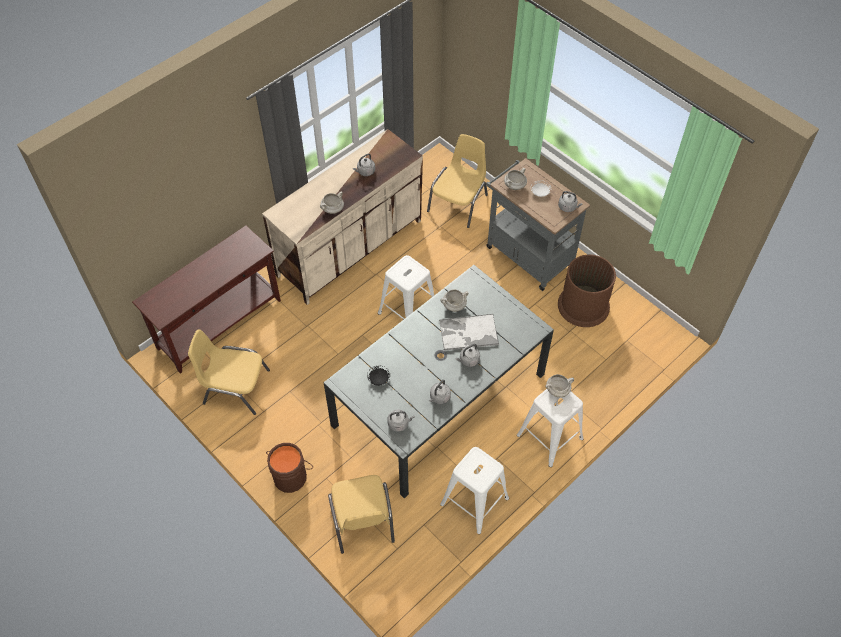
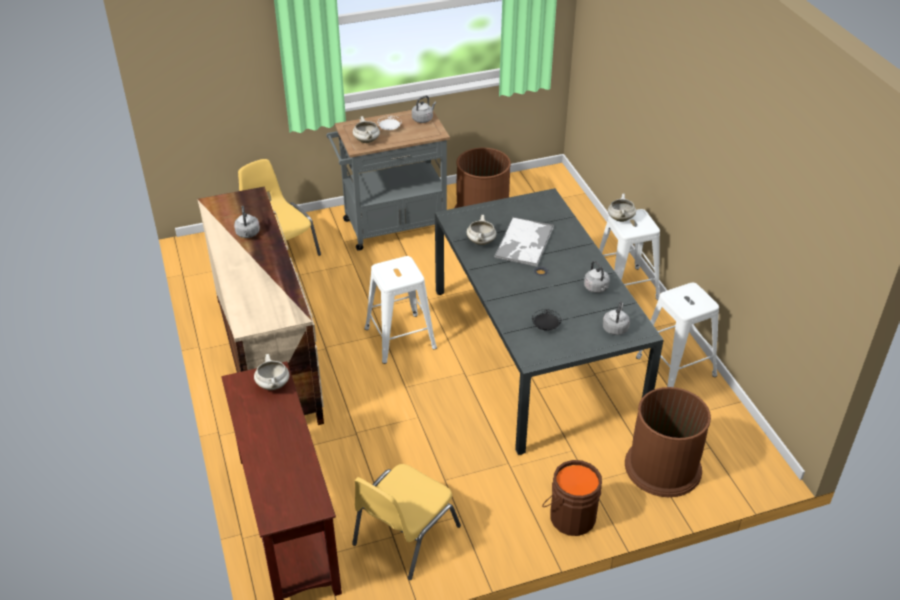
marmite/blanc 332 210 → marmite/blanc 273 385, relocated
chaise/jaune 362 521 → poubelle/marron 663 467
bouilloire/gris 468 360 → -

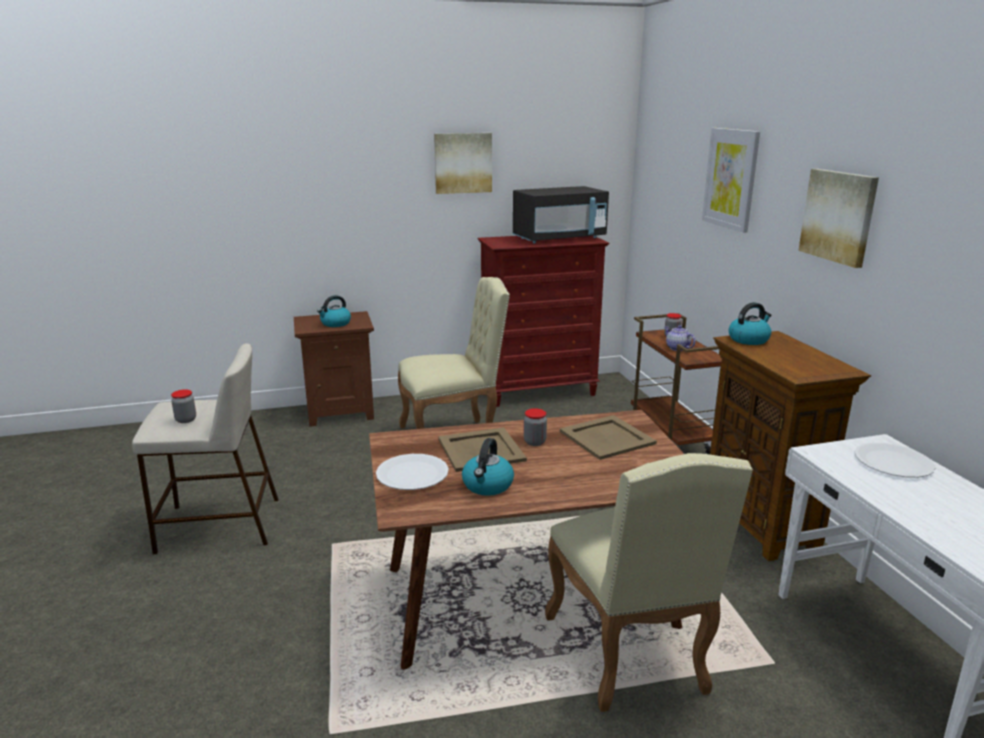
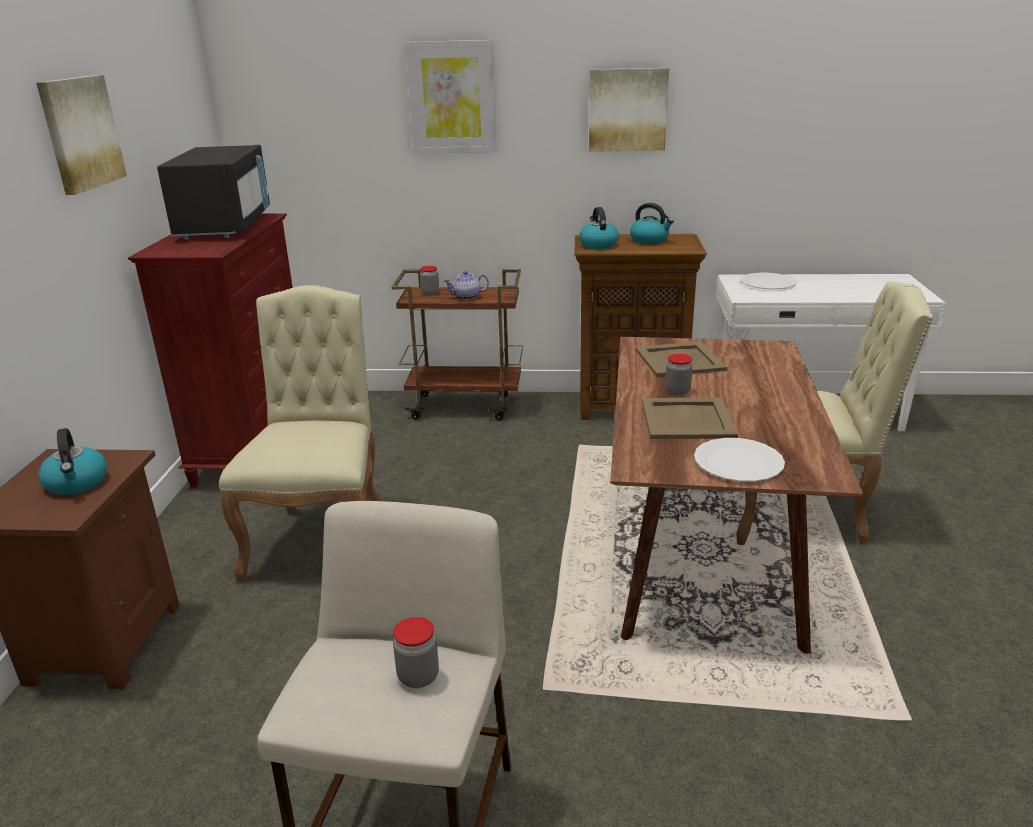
bouilloire 487 485 → bouilloire 650 240, relocated

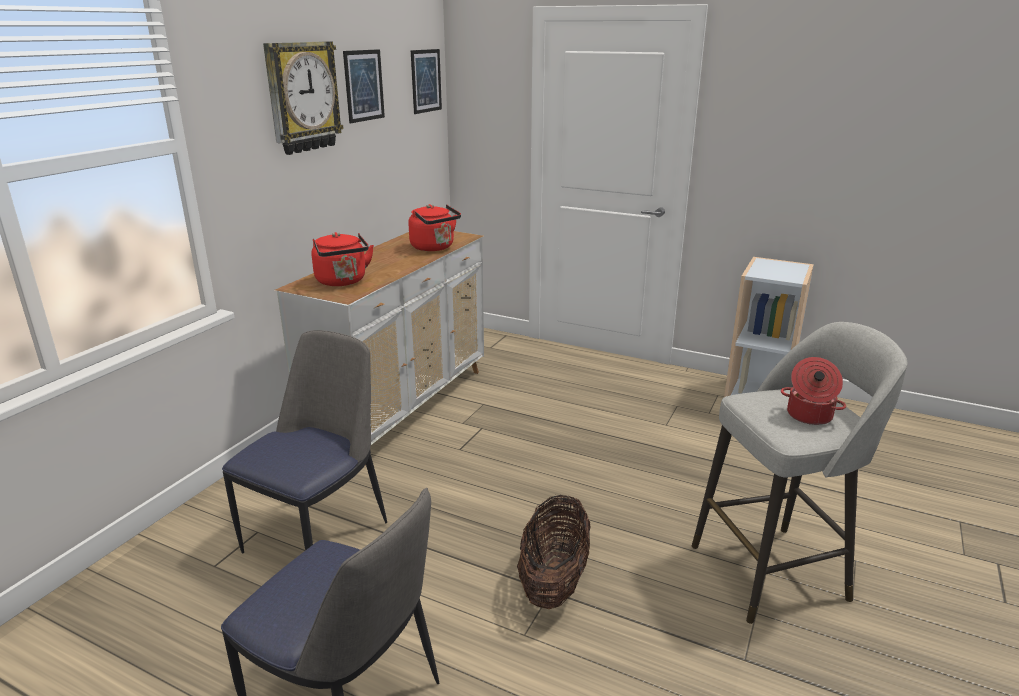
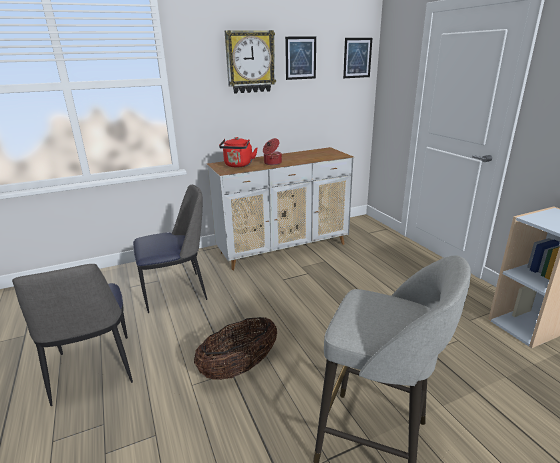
marmite 808 416 → marmite 272 163, relocated
bouilloire/rouge 434 248 → -

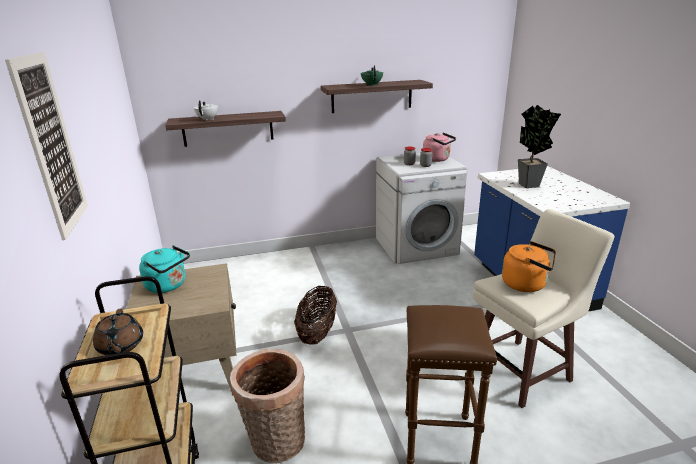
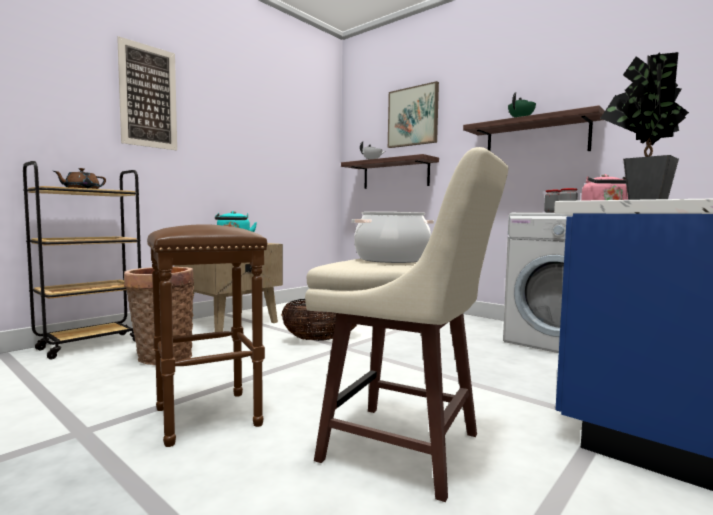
bouilloire/orange 526 284 → marmite 391 260
- → tableau 413 116

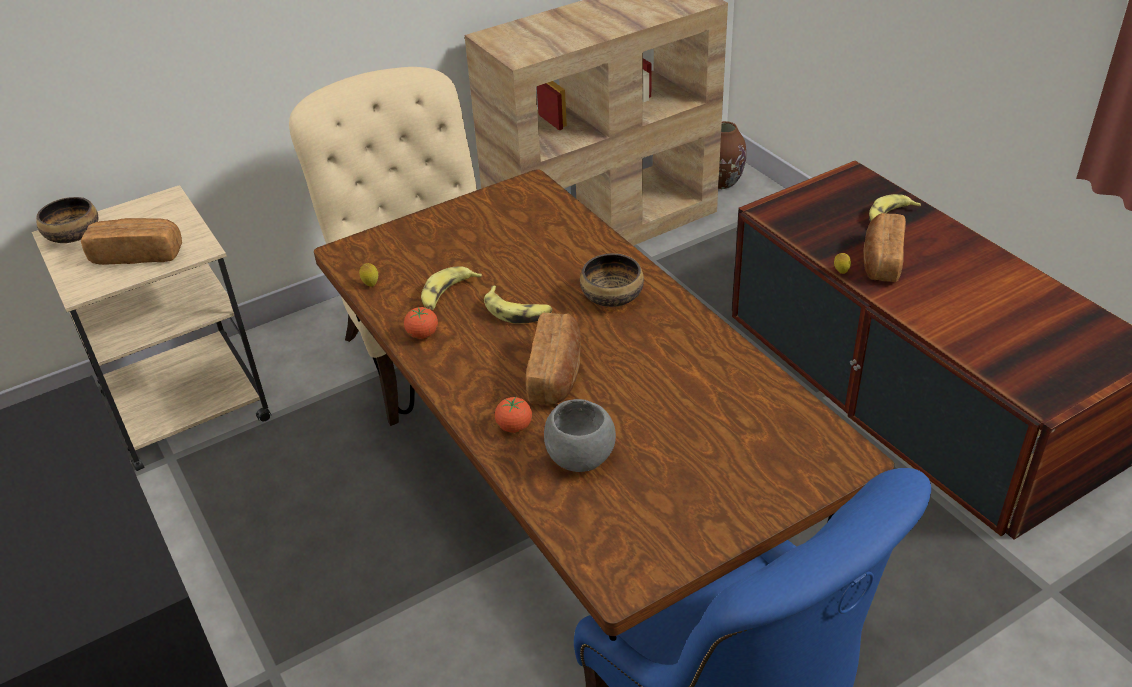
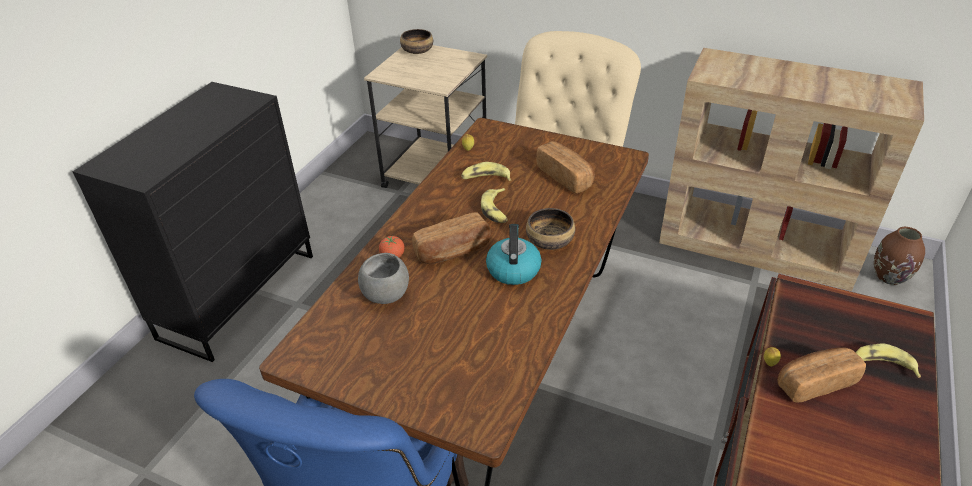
- → bouilloire 513 269
pain 138 254 → pain 565 177, relocated
tomate 422 334 → -

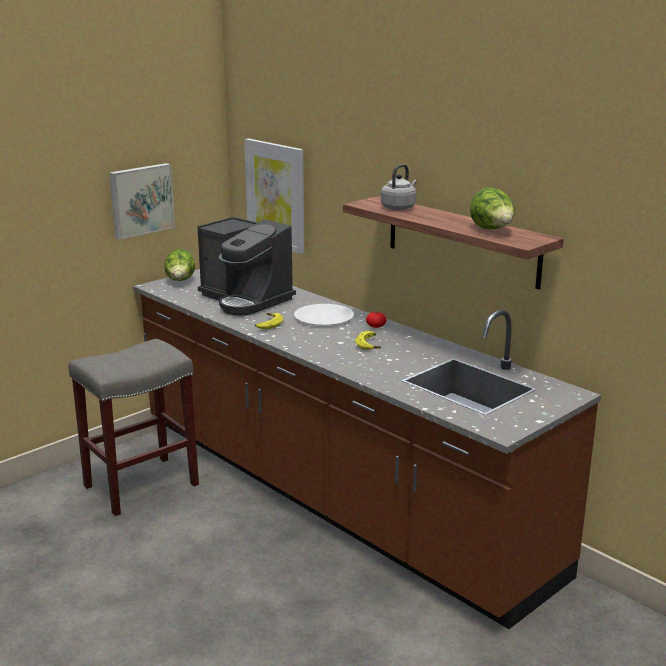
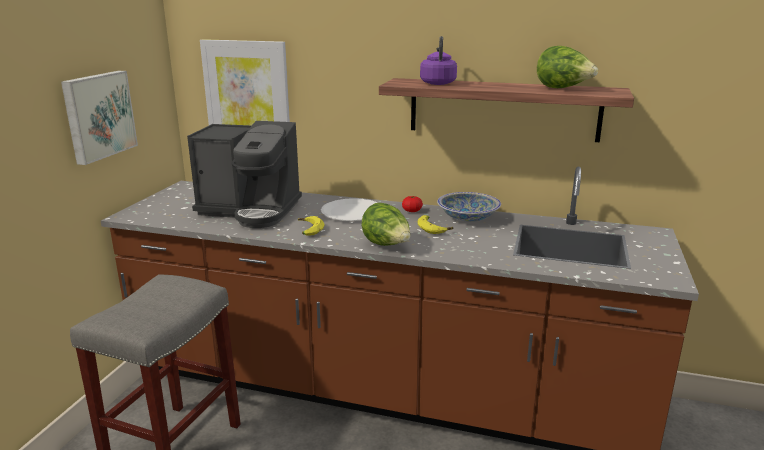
laitue 180 281 → laitue 387 245, relocated
bouilloire/gris 399 207 → bouilloire/violet 438 83
- → bol 468 218

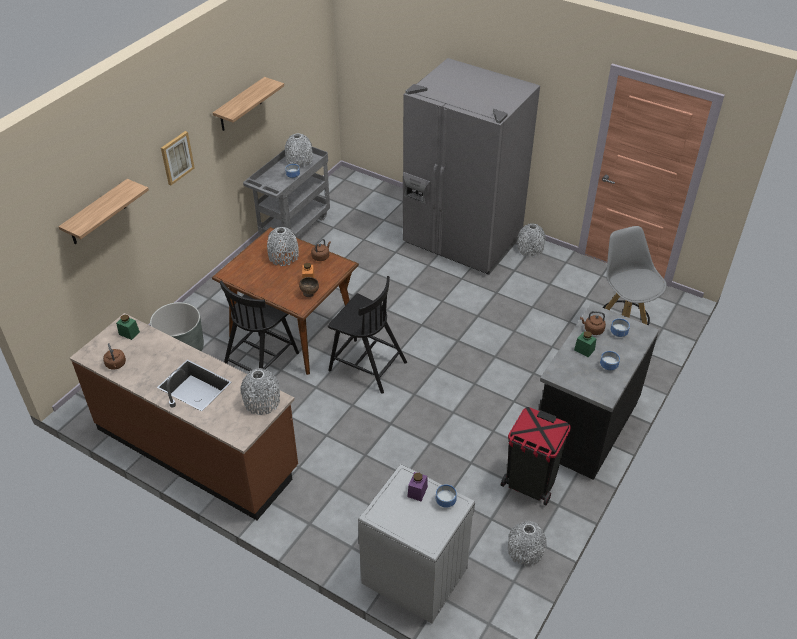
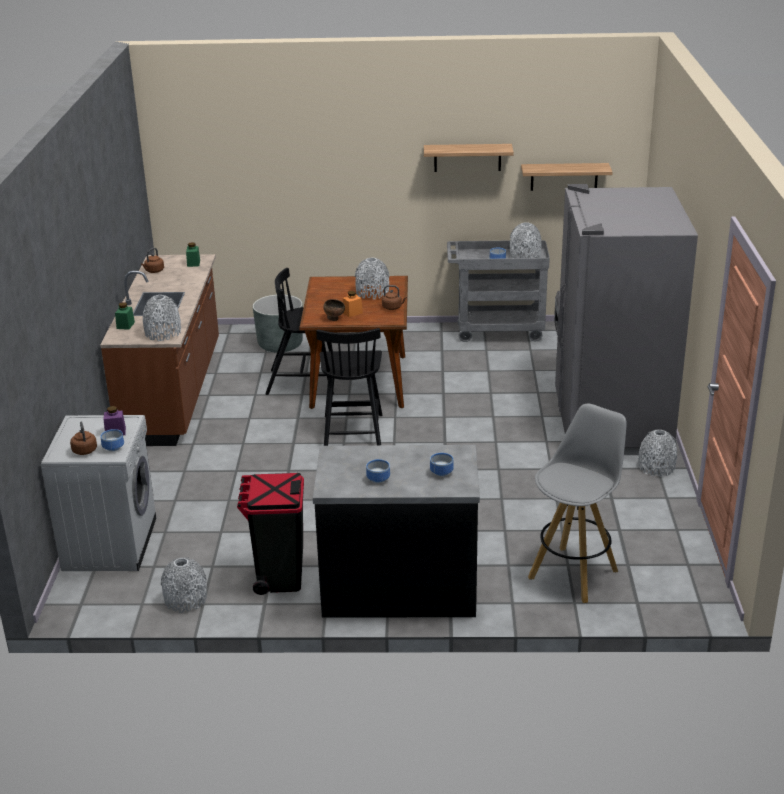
bouilloire/marron 592 330 → bouilloire/marron 84 450, relocated
bocal/vert 584 350 → bocal/vert 125 325, relocated
étagère 97 213 → étagère 564 176, relocated
tableau 176 157 → -

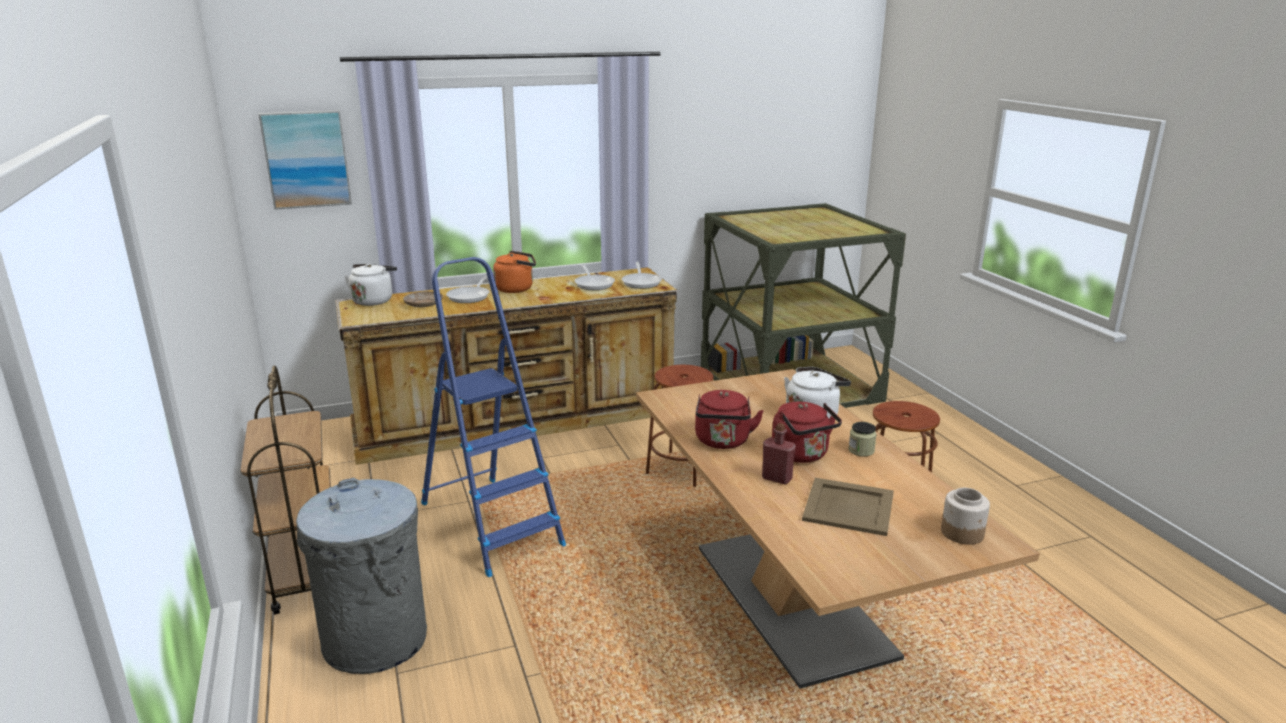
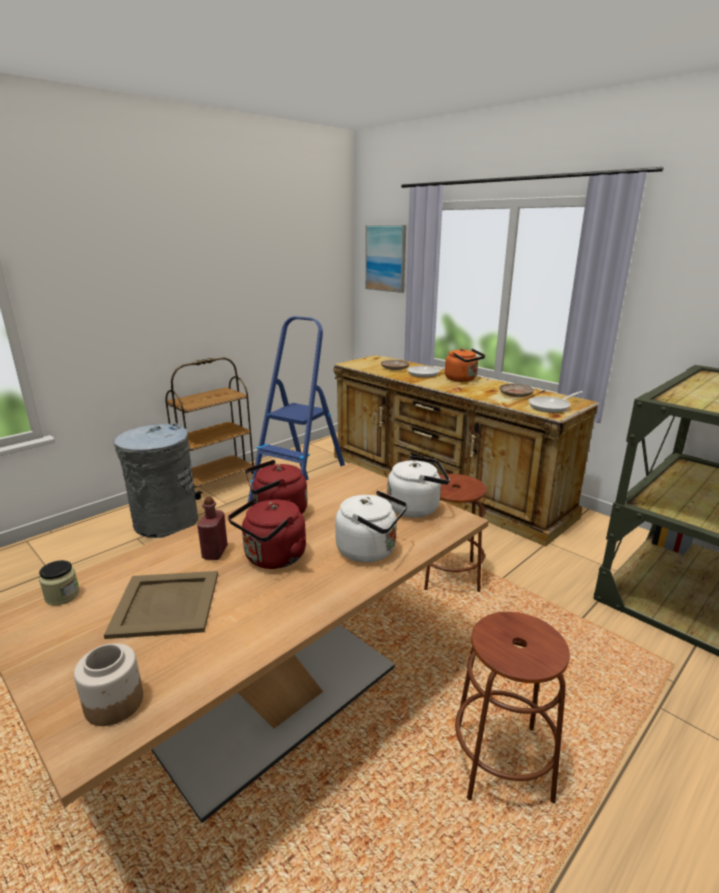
bocal 861 450 → bocal 62 595, relocated
bouilloire/blanc 373 300 → bouilloire/blanc 416 508, relocated
poêle 594 284 → assiette/beige 515 394

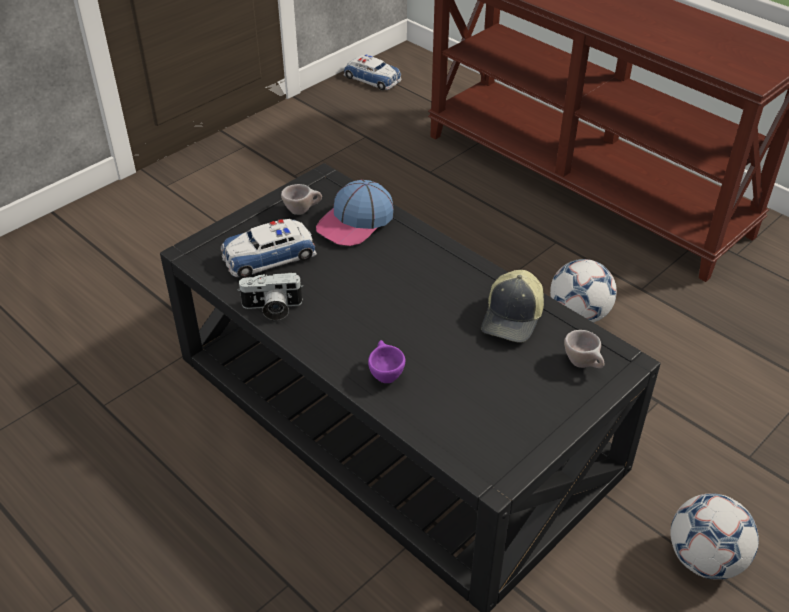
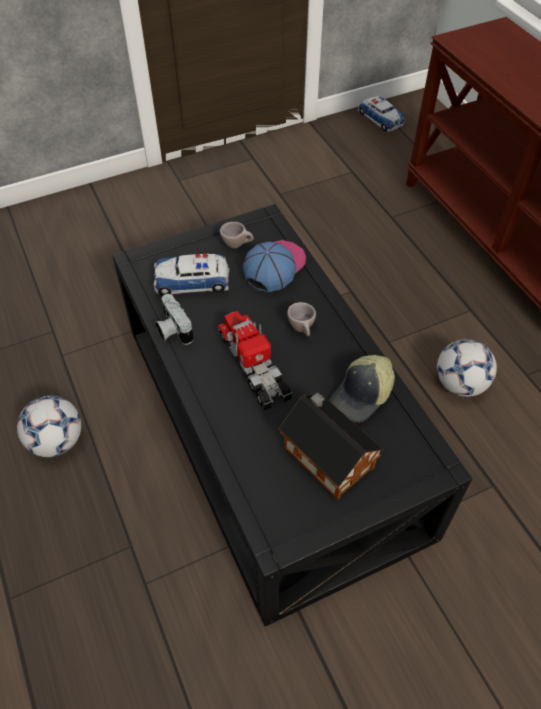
ballon de foot 704 559 → ballon de foot 57 441, relocated
appareil photo 272 308 → appareil photo 172 330, 45 degrees clockwise
- → camion jouet 254 365
casquette 355 222 → casquette 274 266, 150 degrees clockwise
- → maison miniature 326 454
tasse/beige 584 364 → tasse/beige 302 330, relocated
tasse/violet 384 374 → -

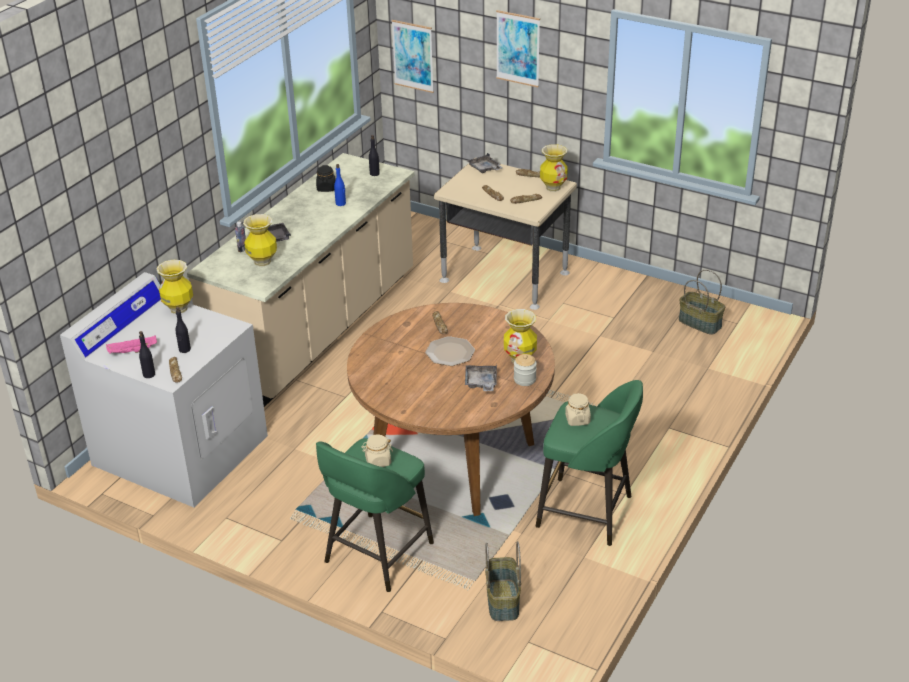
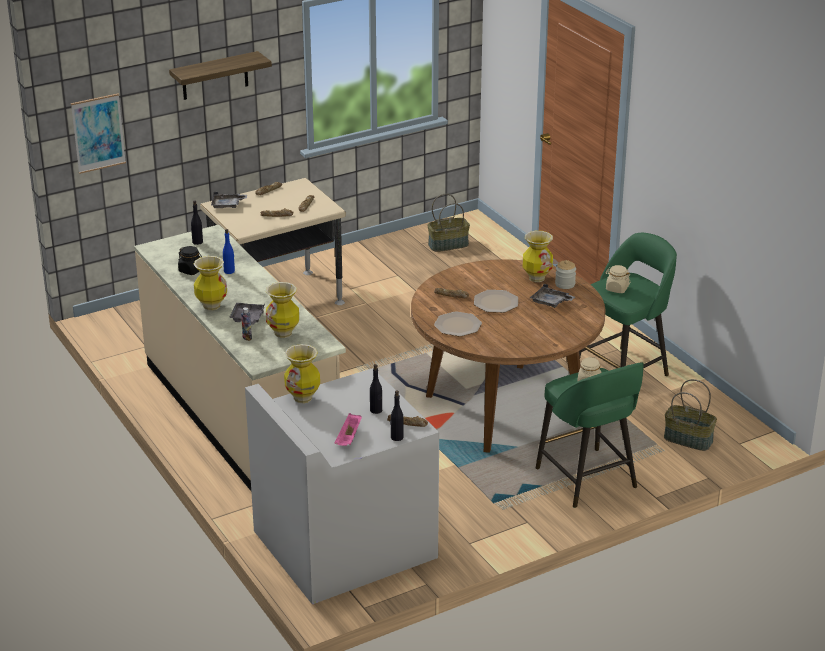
tableau 518 48 → étagère 215 76
vase 553 187 → vase 211 306, relocated
- → assiette 458 325

